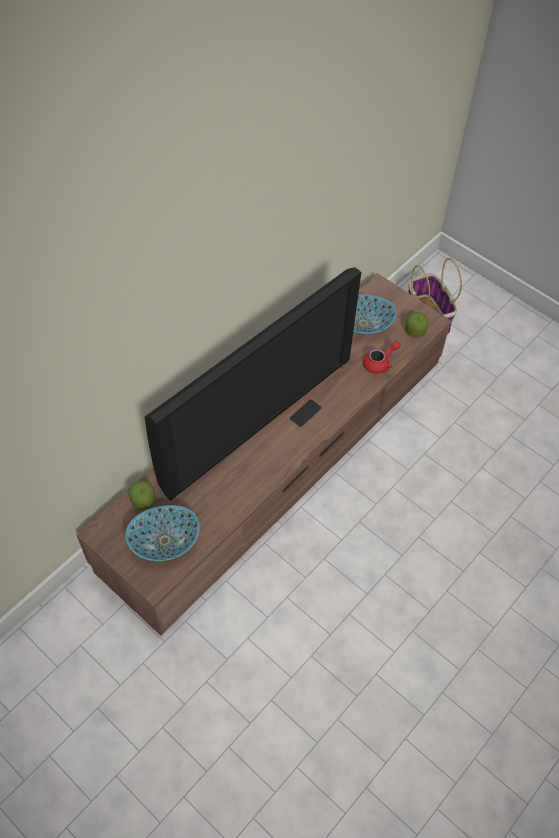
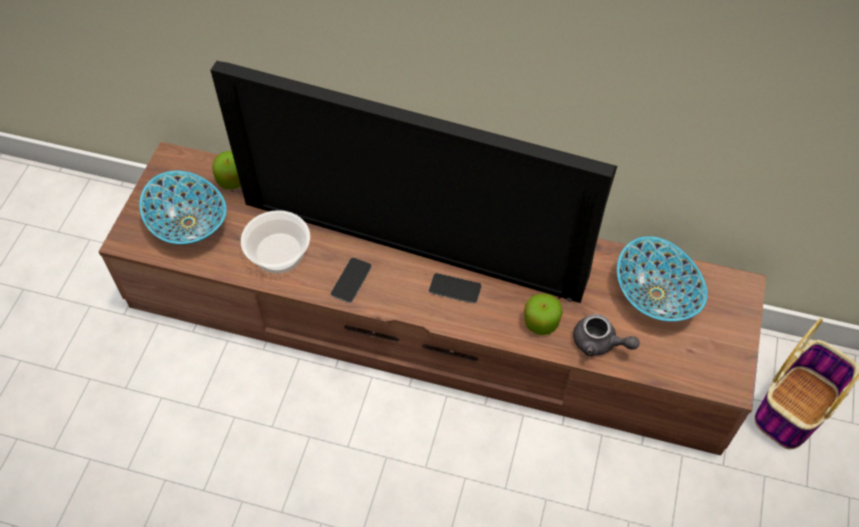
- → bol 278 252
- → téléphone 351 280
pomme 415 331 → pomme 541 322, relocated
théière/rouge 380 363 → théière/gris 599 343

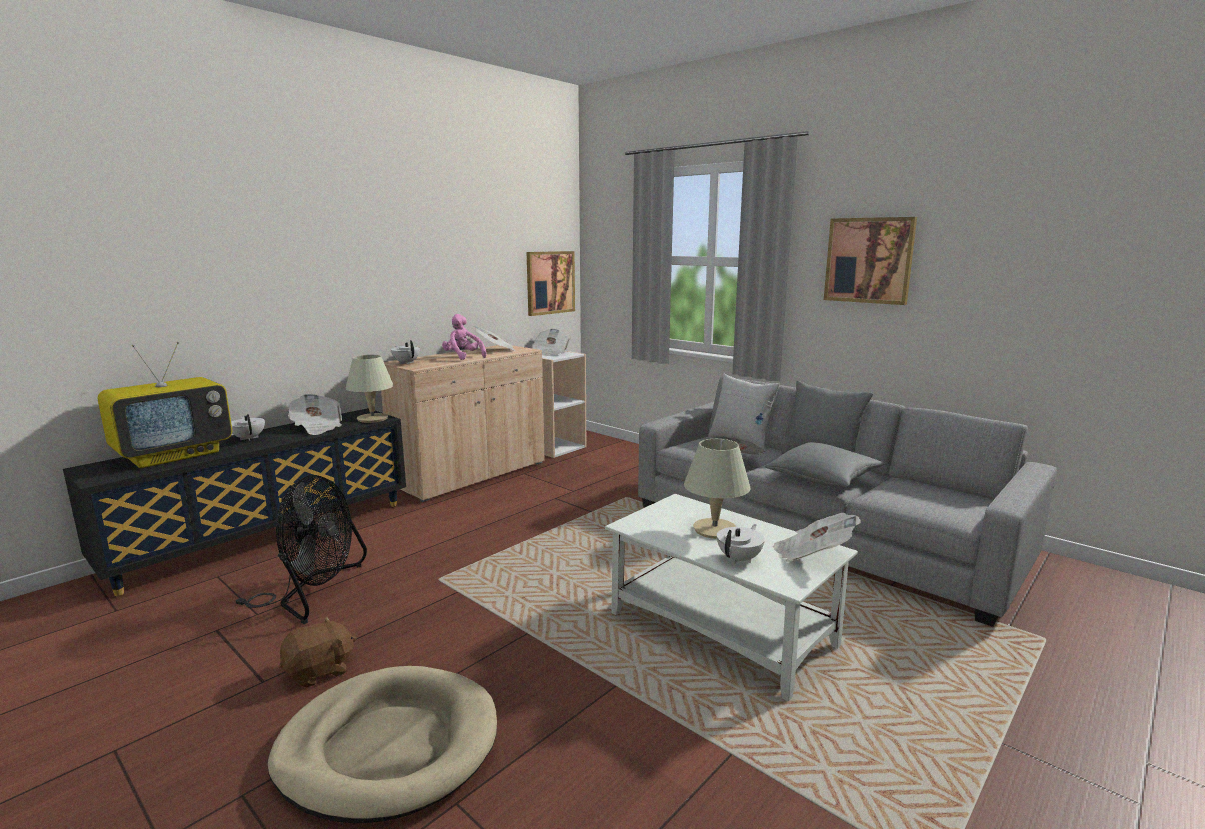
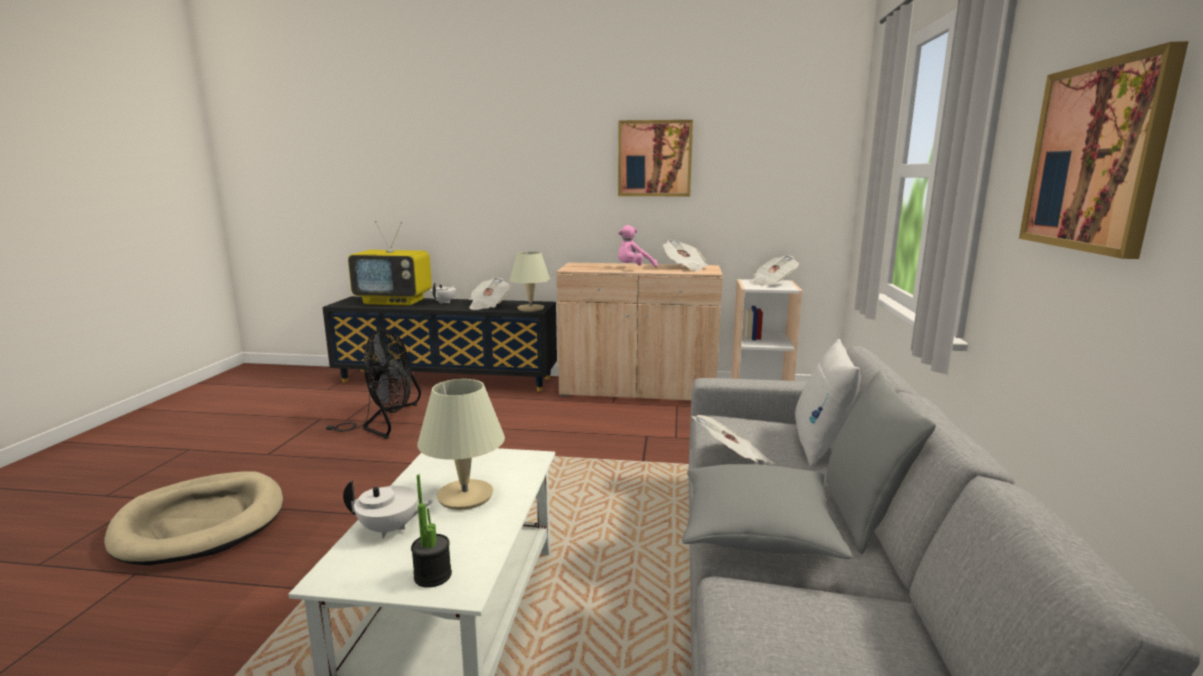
ventilateur/noir 311 593 → ventilateur/noir 383 422, 60 degrees counterclockwise
journal 812 555 → plante en pot 432 576
tableau 550 282 → tableau 654 158, relocated
peluche/rose 463 357 → peluche/rose 633 268, 135 degrees counterclockwise
peluche/marron 319 671 → -
théière/blanc 406 363 → -

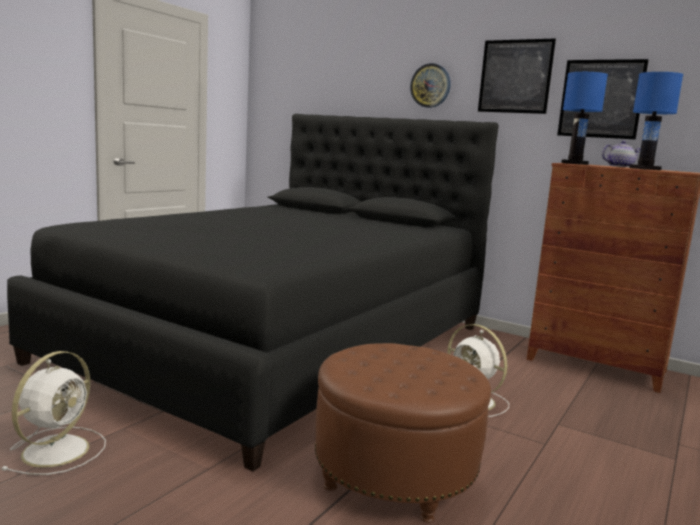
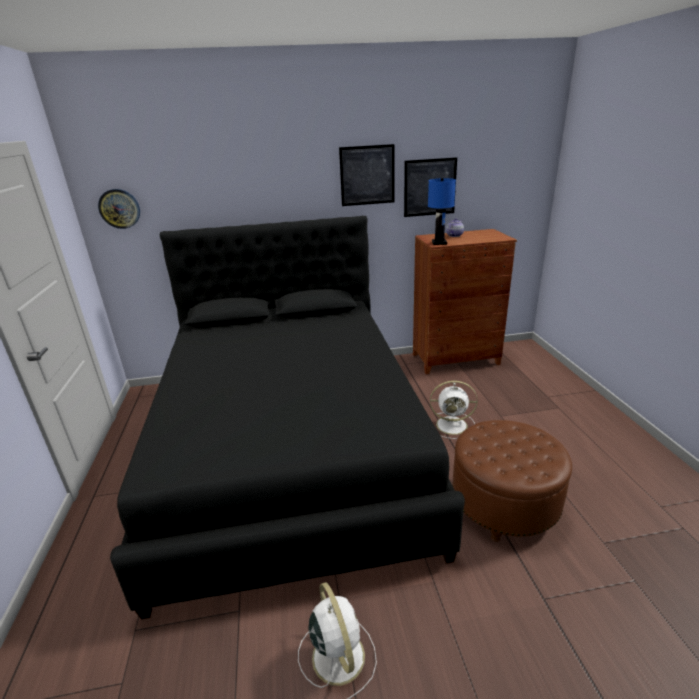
horloge murale 430 85 → horloge murale 119 208, relocated
lampe de table/bleu 645 169 → -

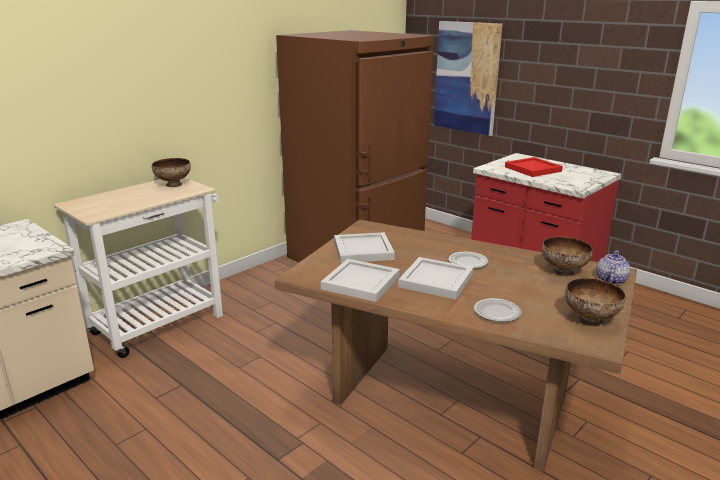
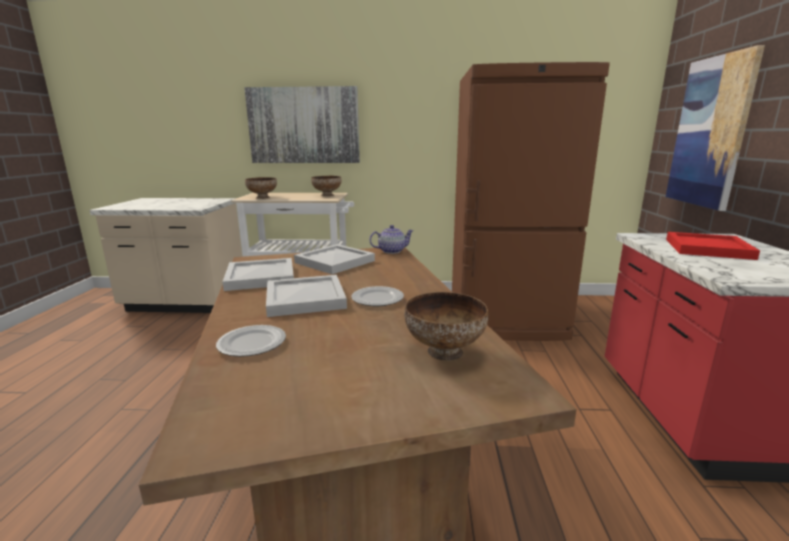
- → tableau 304 125
bol 589 320 → bol 262 197, relocated
théière 610 280 → théière 391 251, relocated

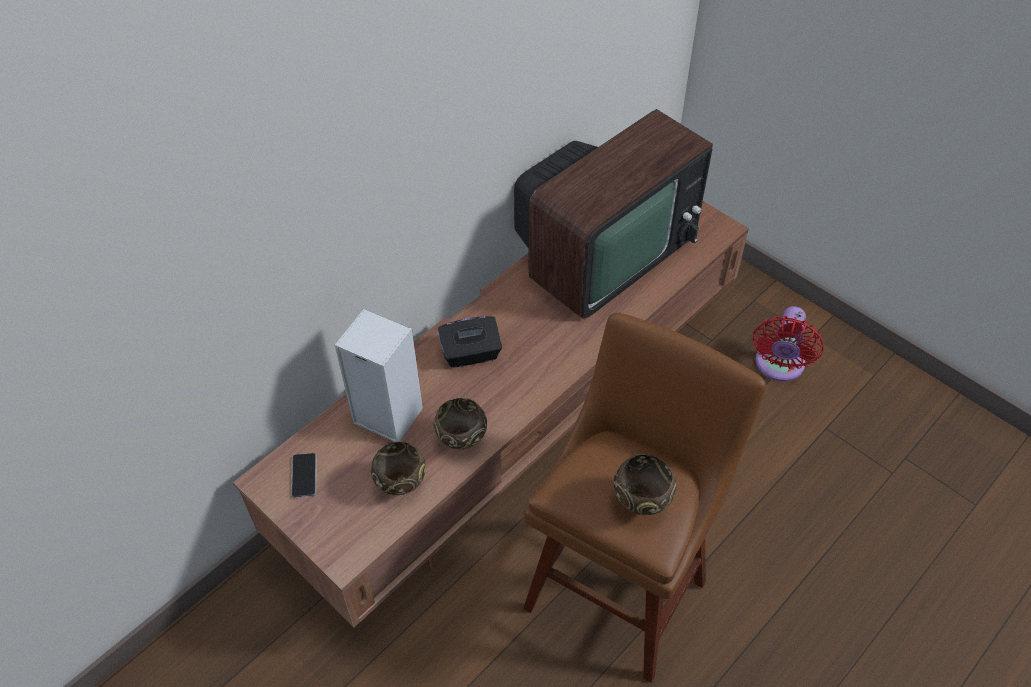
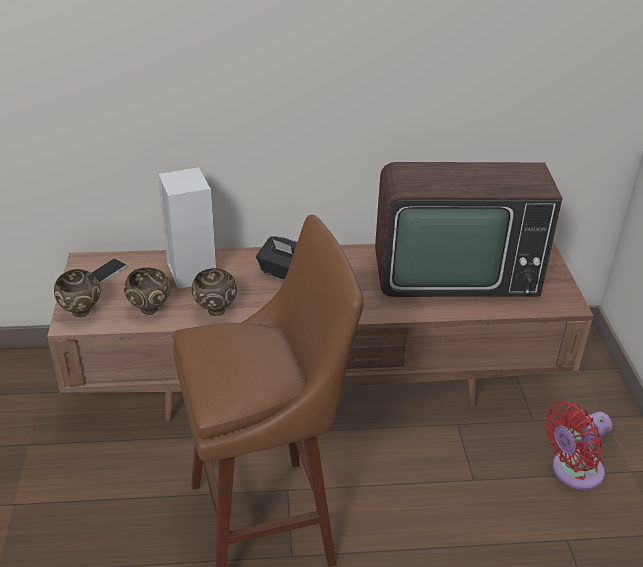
bol/marron 642 503 → bol/marron 81 313, relocated

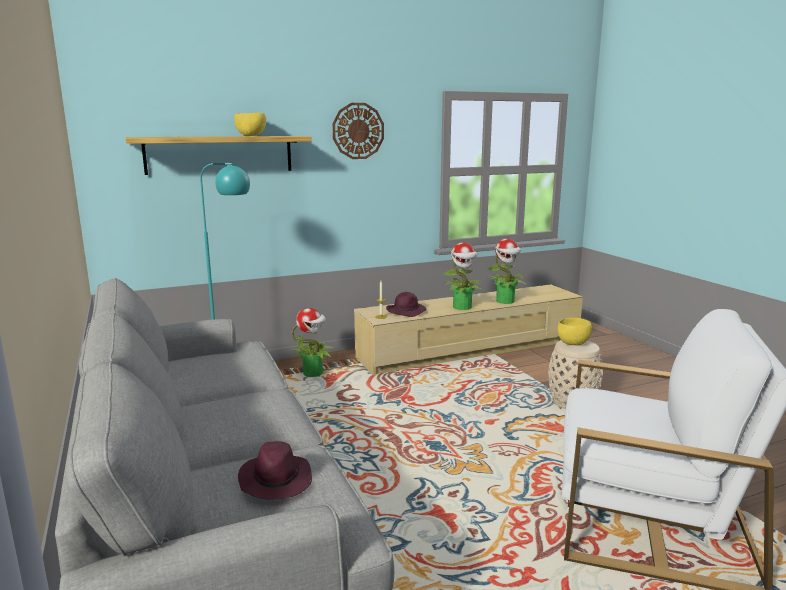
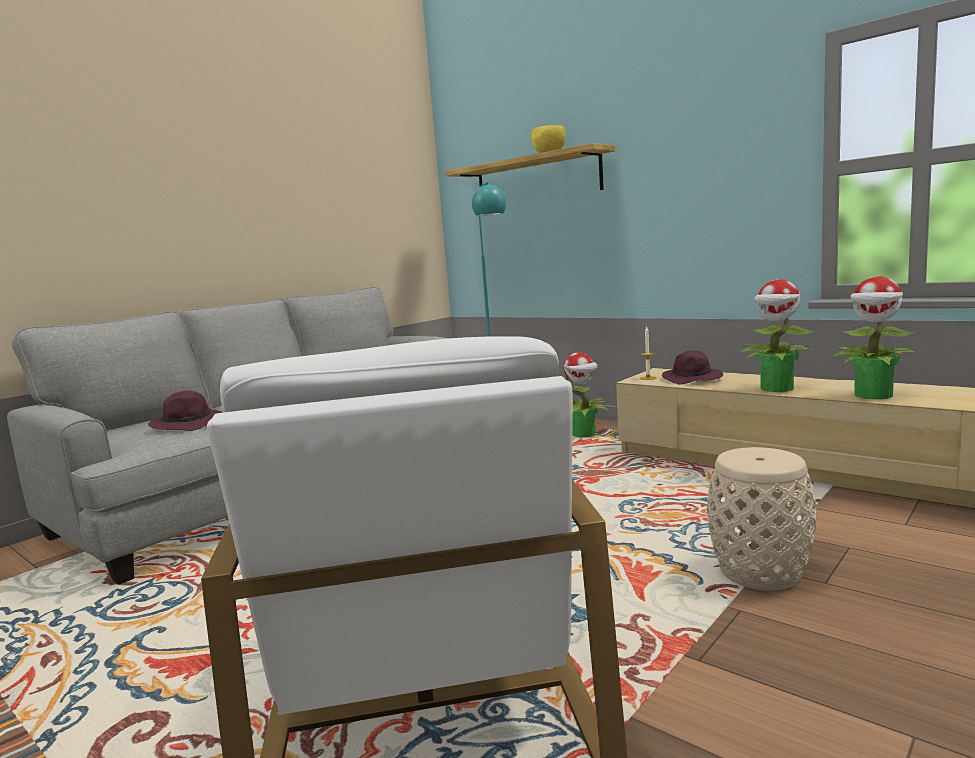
horloge murale 358 131 → -
bol/jaune 573 344 → -

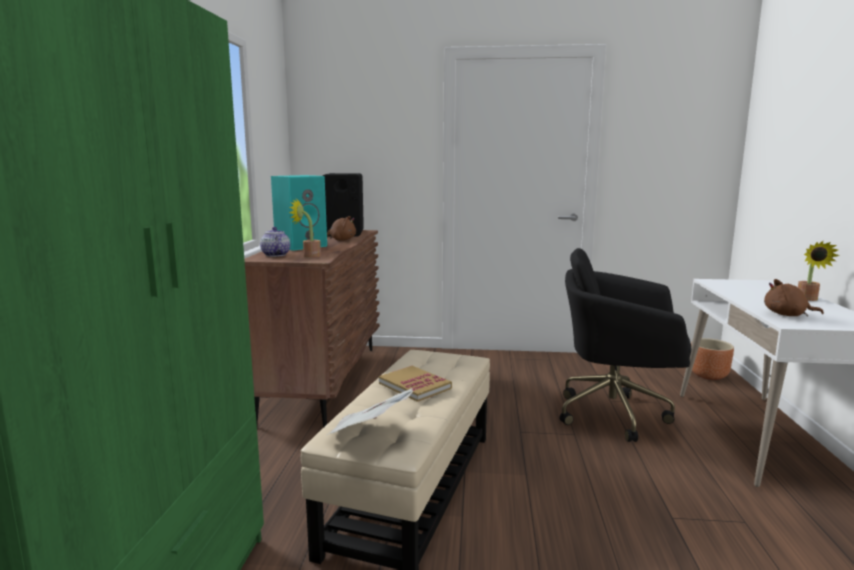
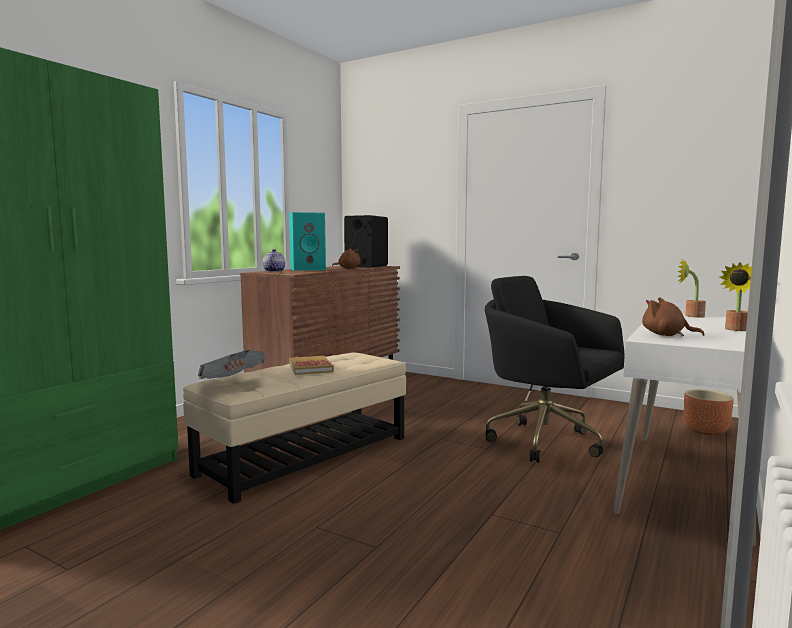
plante en pot 308 256 → plante en pot 690 316, relocated

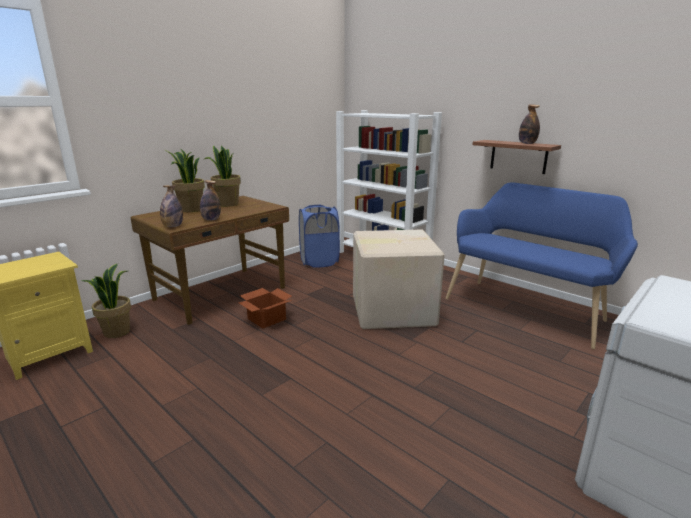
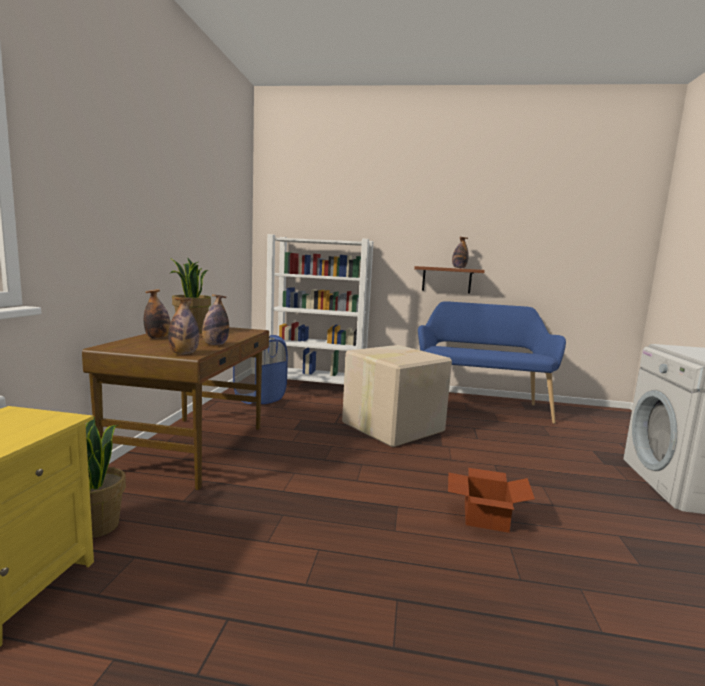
plante en pot 191 210 → bouteille 158 338
carton 266 318 → carton 484 516, relocated

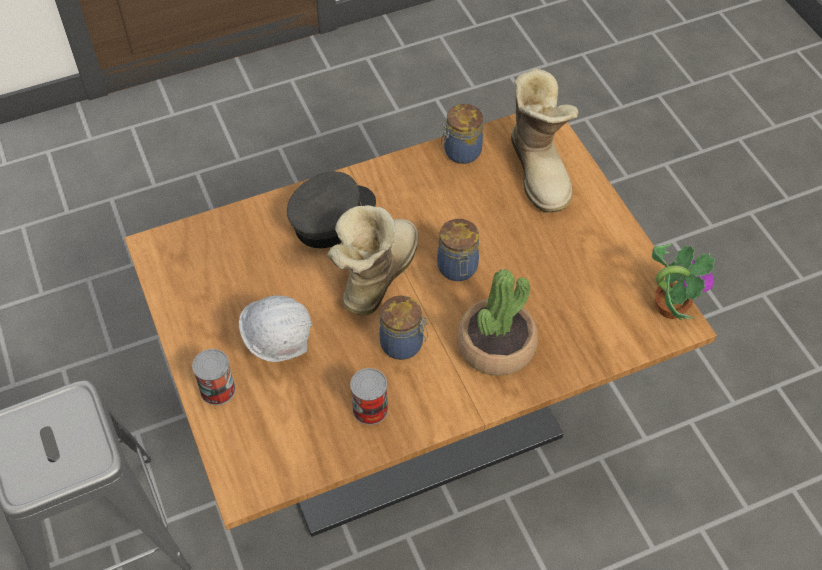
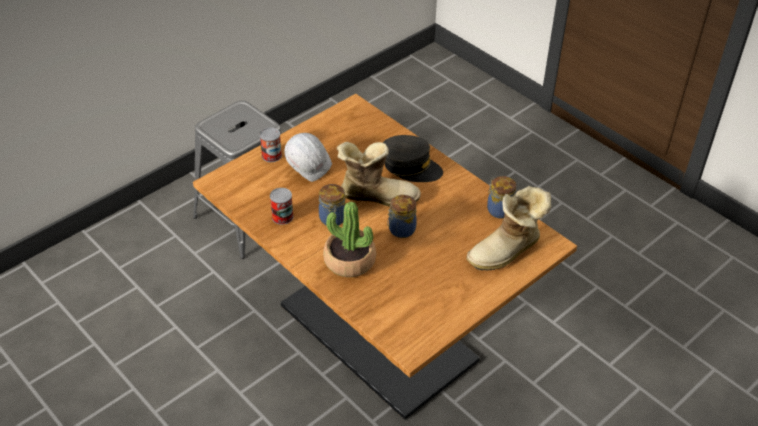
plante en pot 669 307 → -

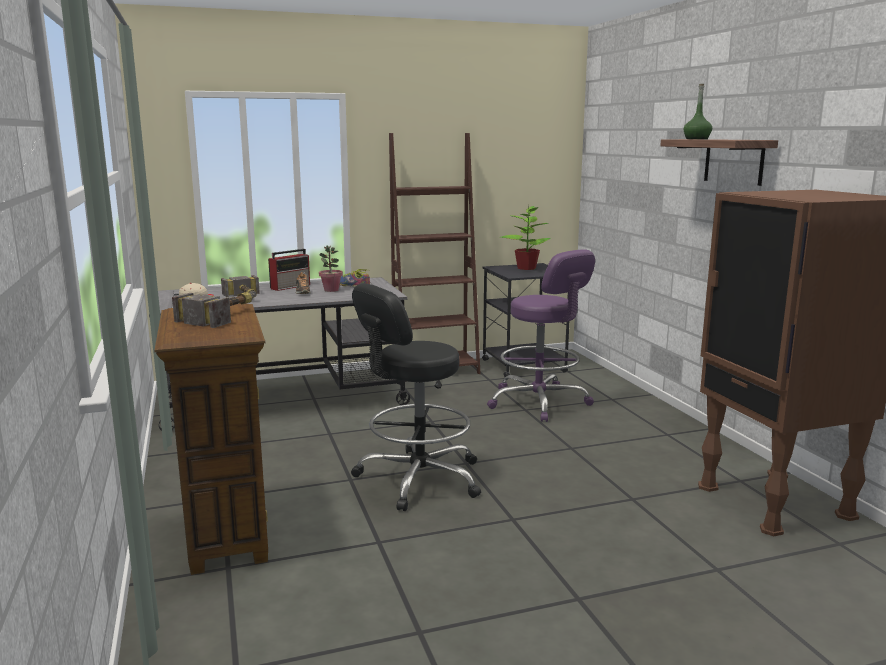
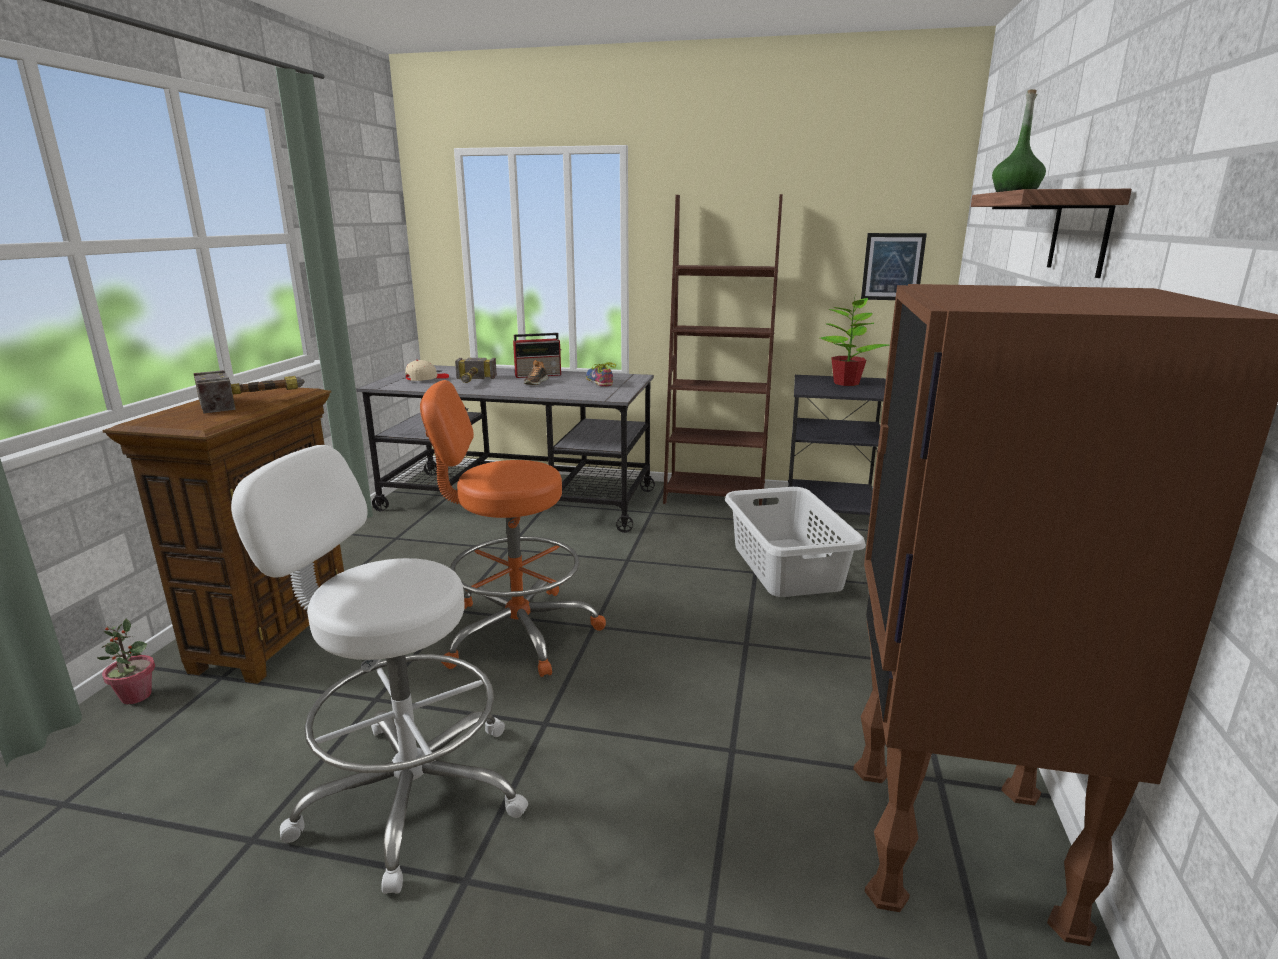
plante en pot 331 290 → plante en pot 136 696, relocated
- → tabouret/blanc 409 792
tabouret/noir 418 479 → tabouret/orange 516 632
tabouret/violet 539 403 → panier à linge/gris 785 567
- → tableau 892 267

